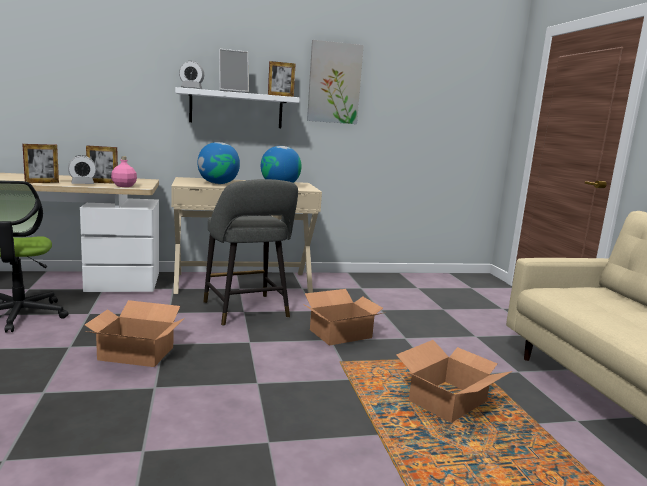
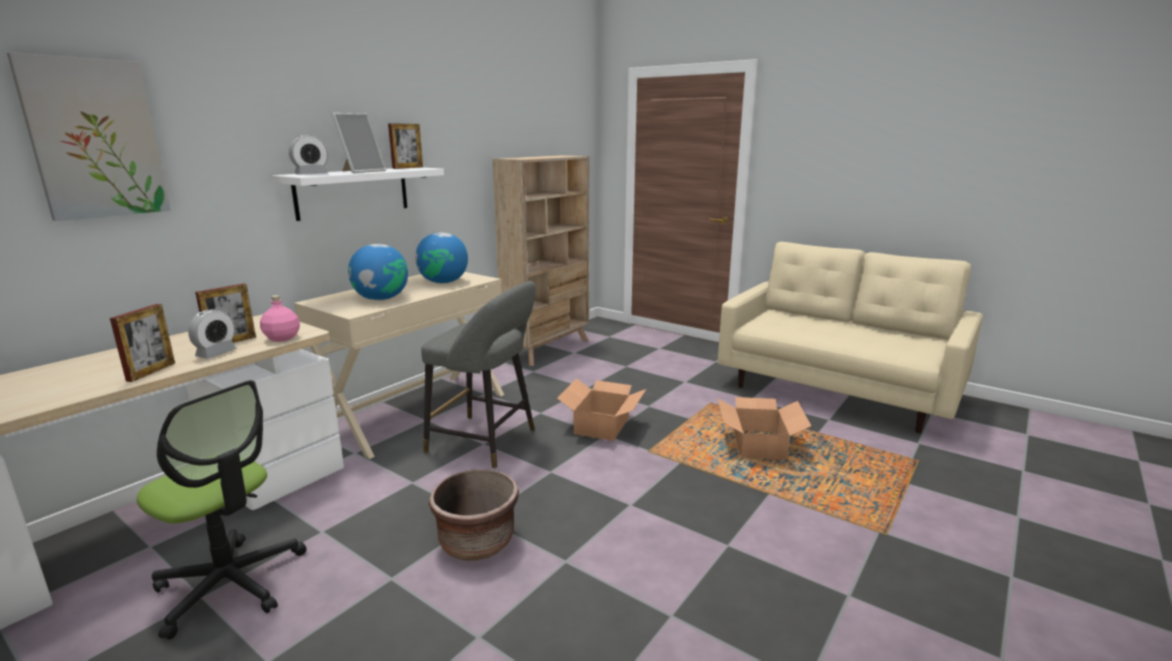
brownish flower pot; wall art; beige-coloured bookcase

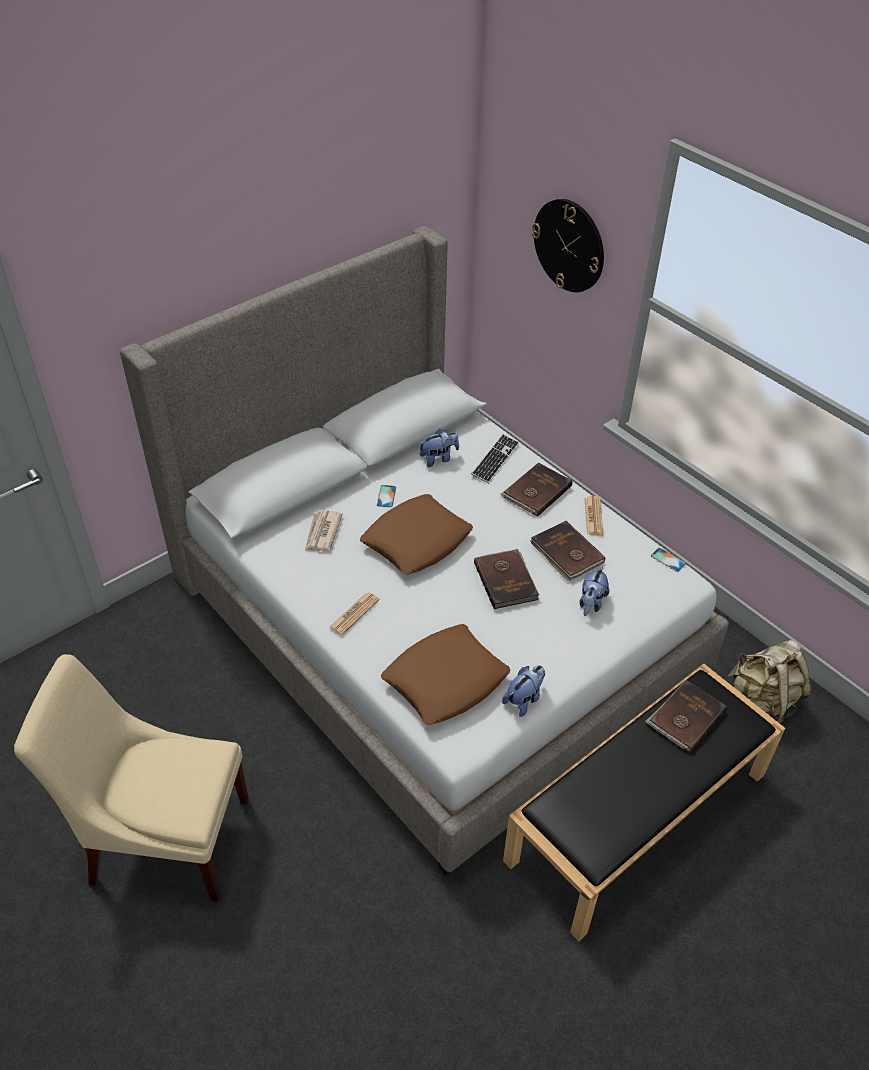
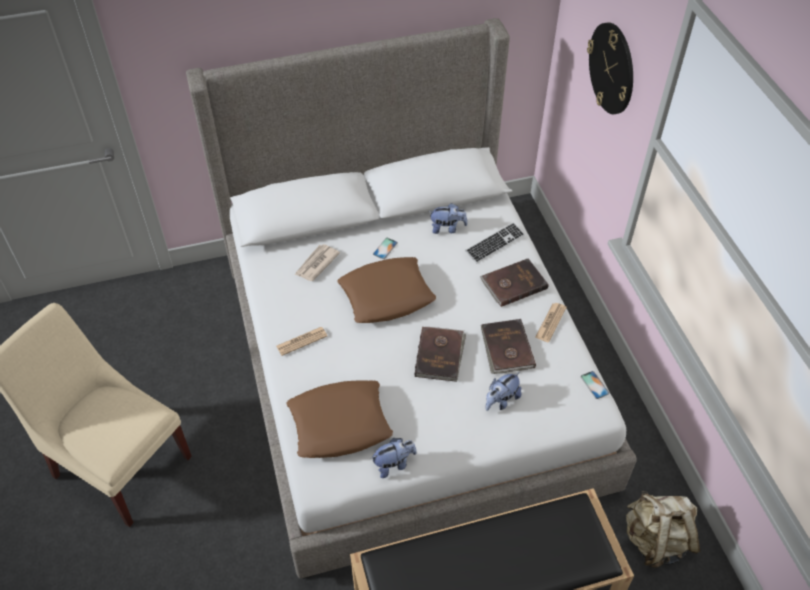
brownish volume (no. 4 from left in the first image)

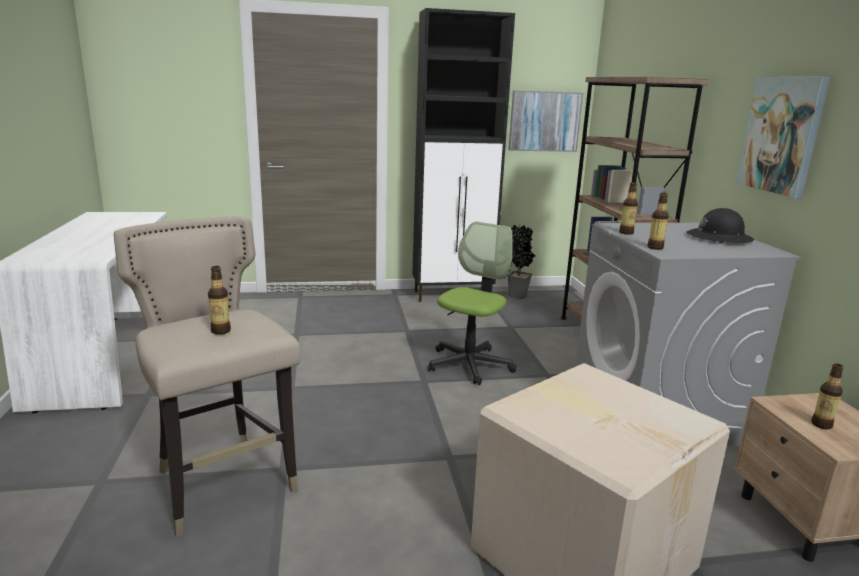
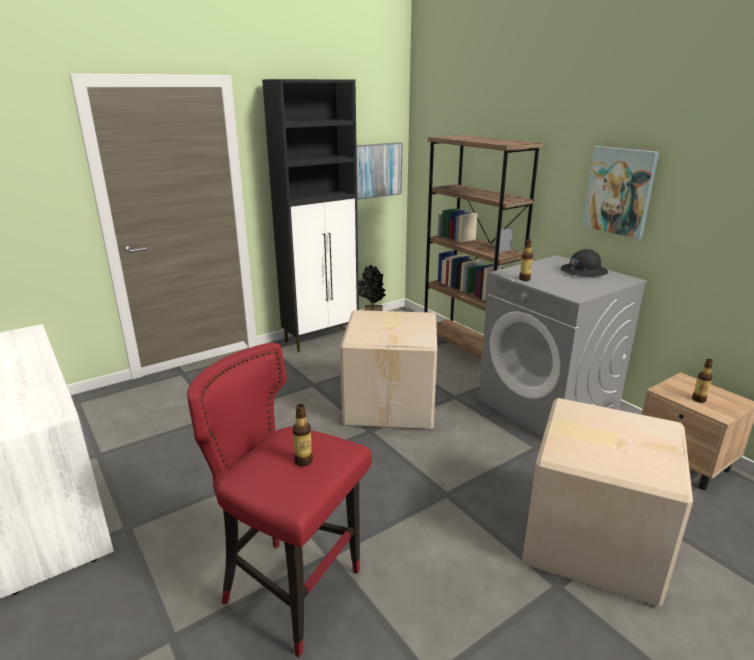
red-coloured stool seat; packing box (no. 1 from left); beverage bottle (no. 3 from left in the first image)

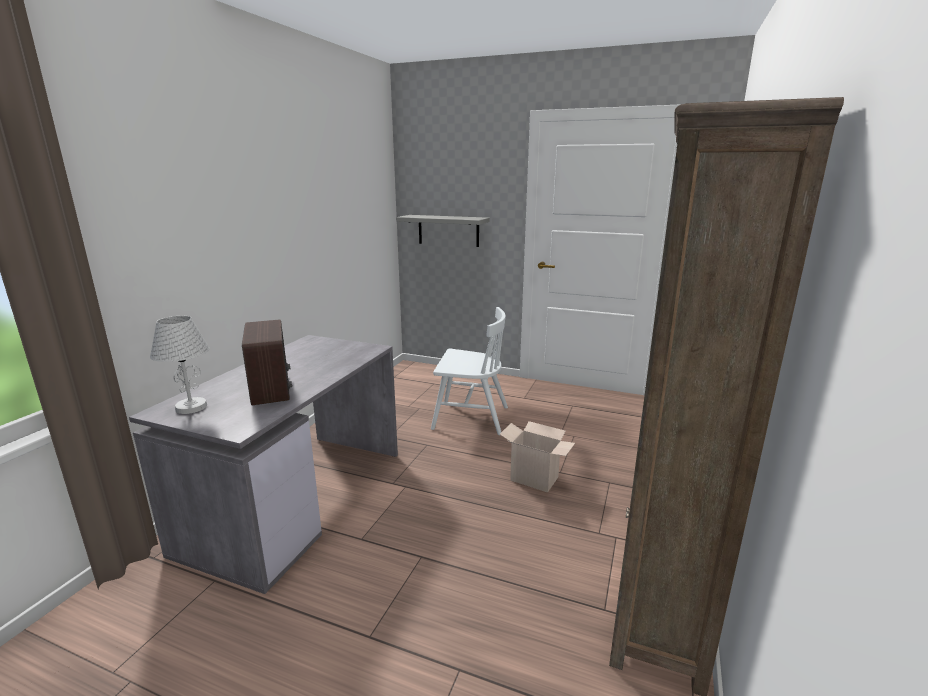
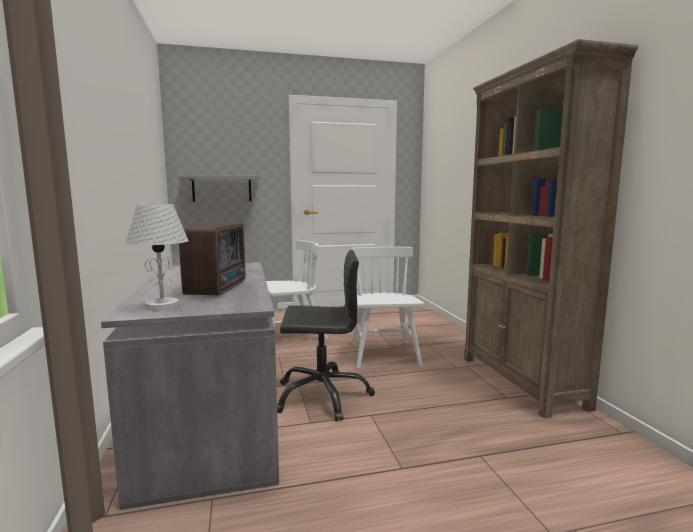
radio; white-coloured upright chair (no. 2 from left); black-coloured office chair

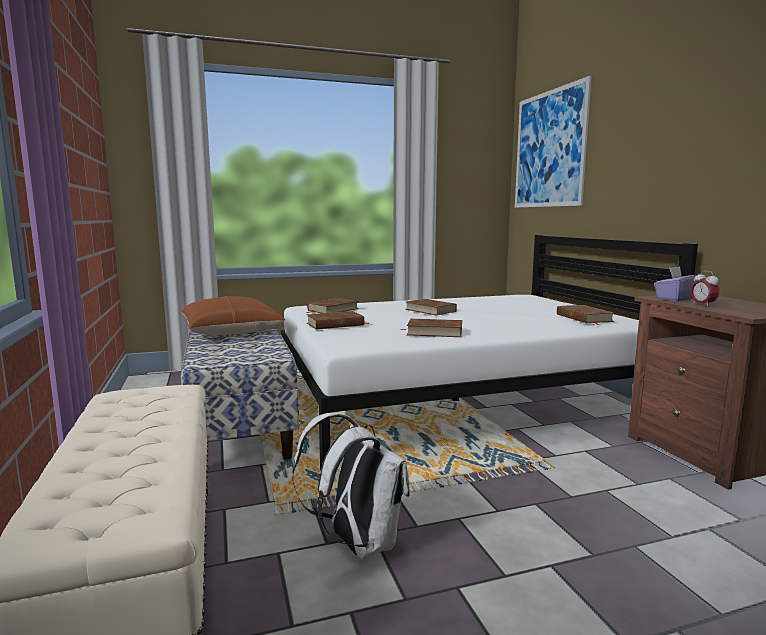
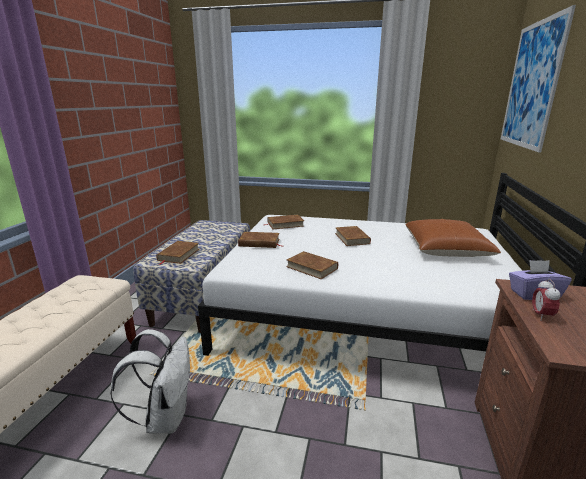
brownish throw pillow; brownish volume (no. 1 from left)

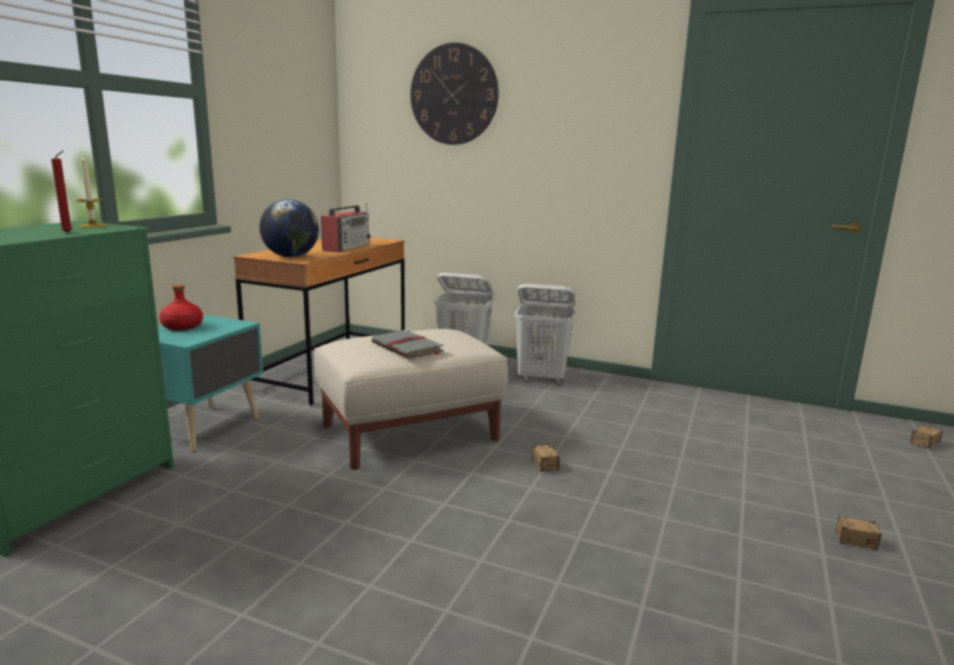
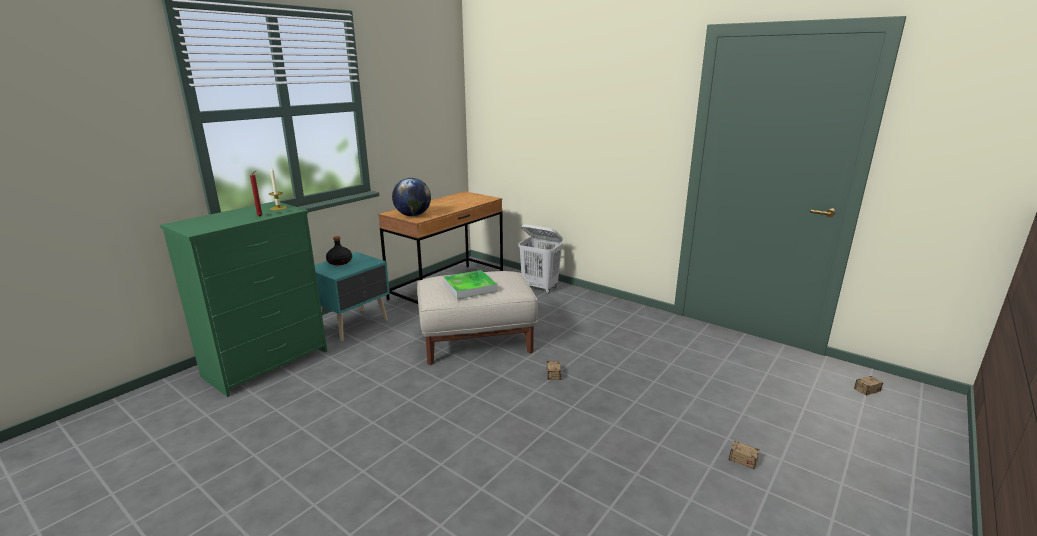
black-coloured beverage bottle; radio; tray; wall clock; white-coloured washing basket (no. 2 from left in the first image)

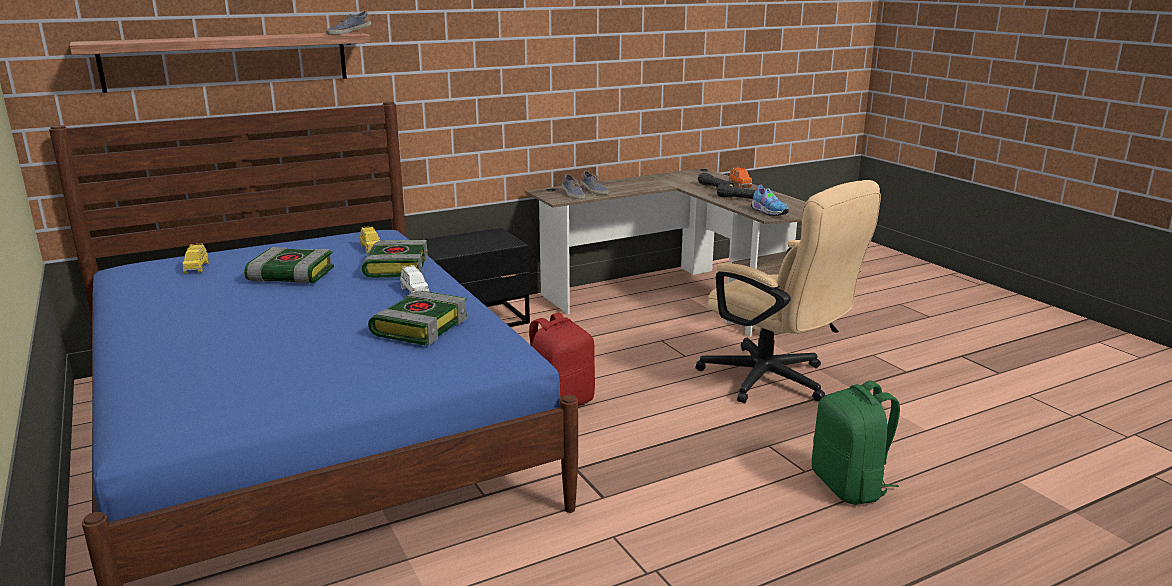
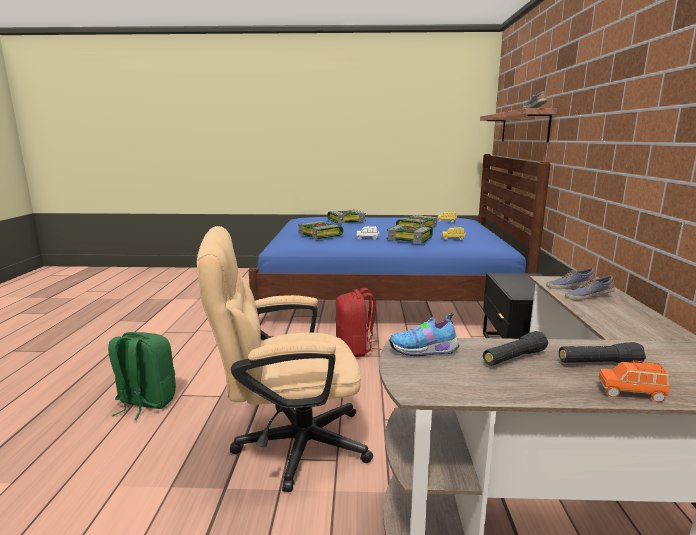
volume (no. 2 from left)

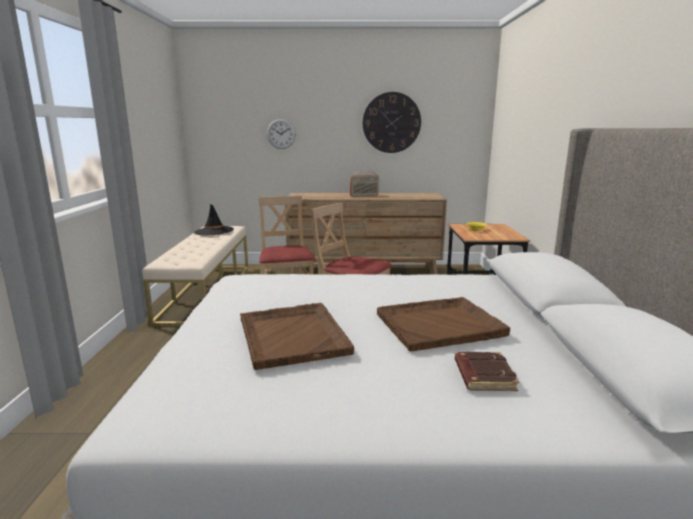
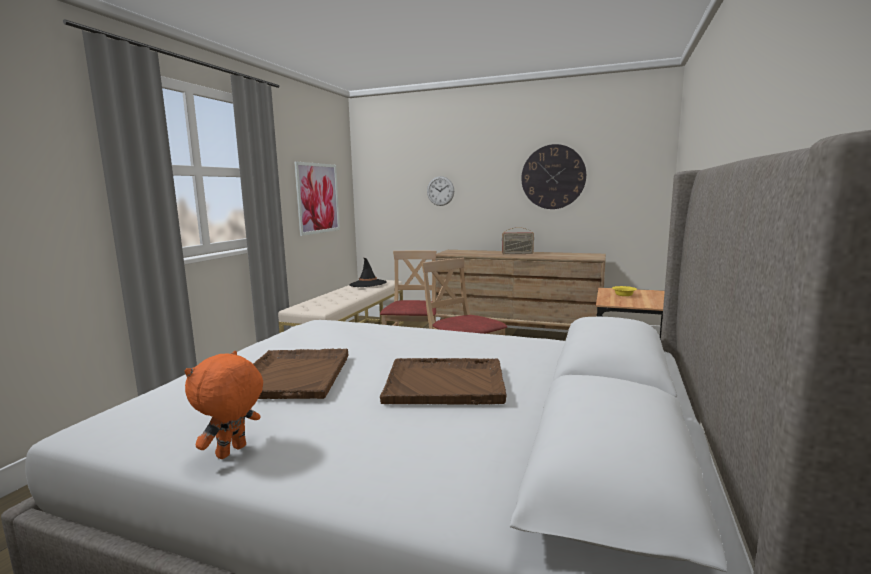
brownish volume; orange-coloured cuddly toy; wall art

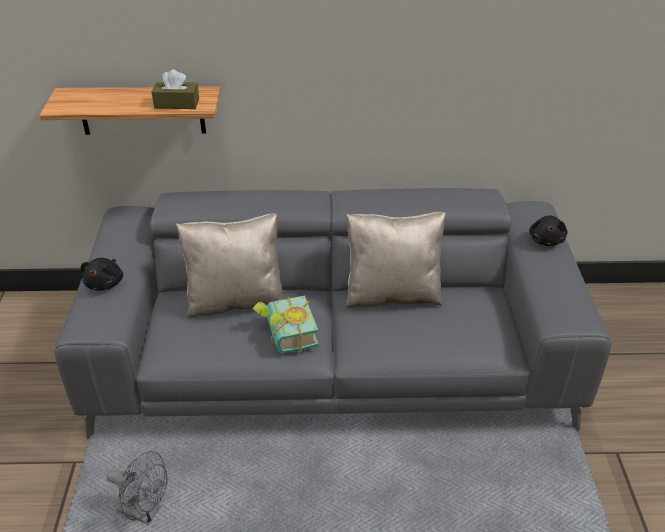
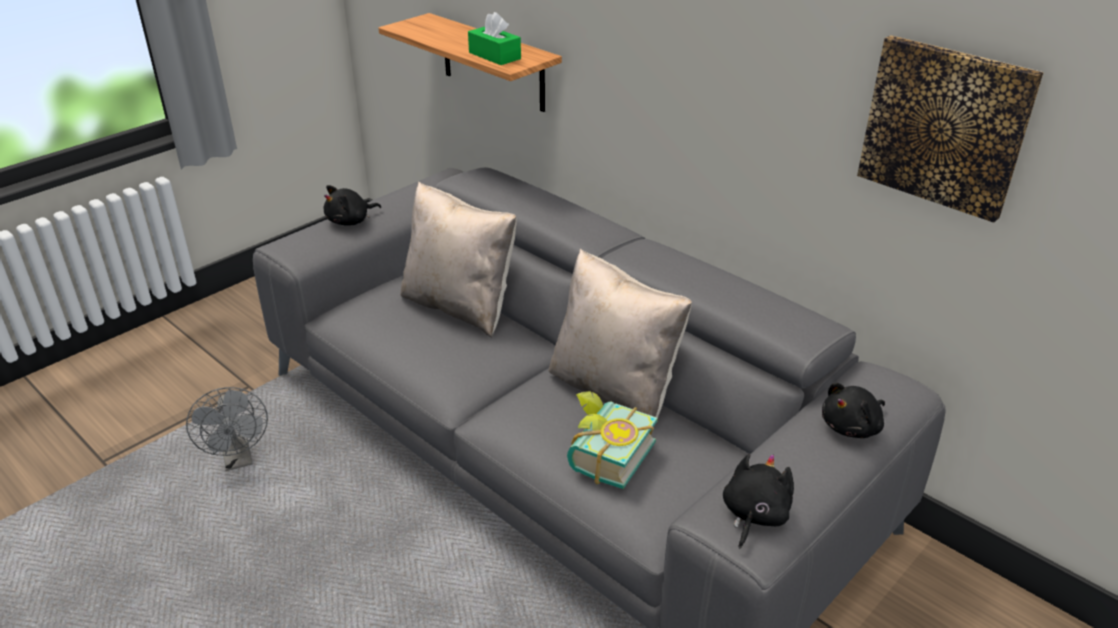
green-coloured tissue holder; volume; black-coloured cuddly toy (no. 2 from left); wall art

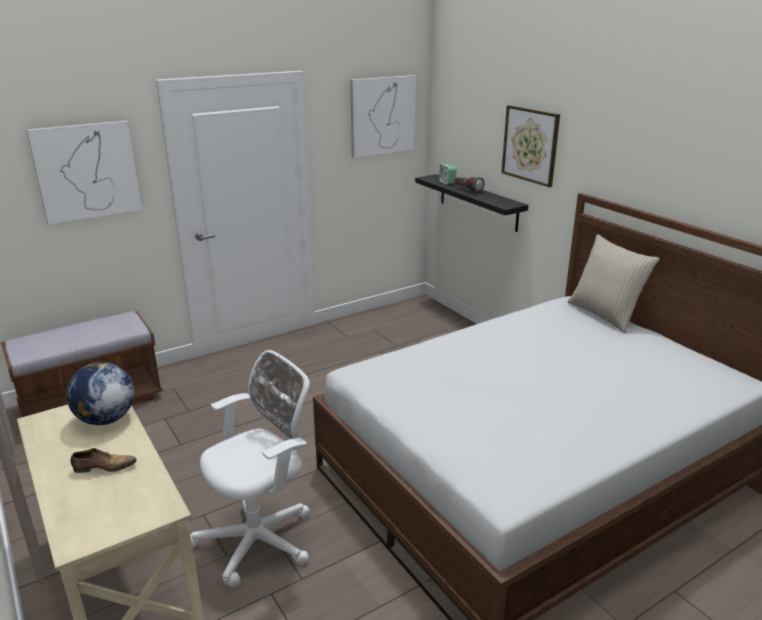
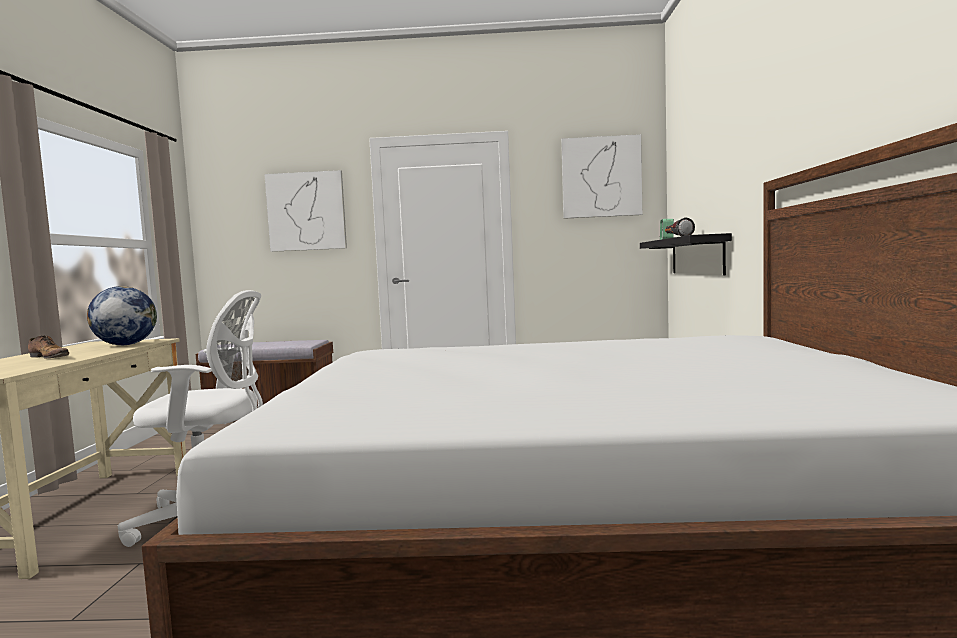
wall art (no. 3 from left in the first image); beige-coloured throw pillow

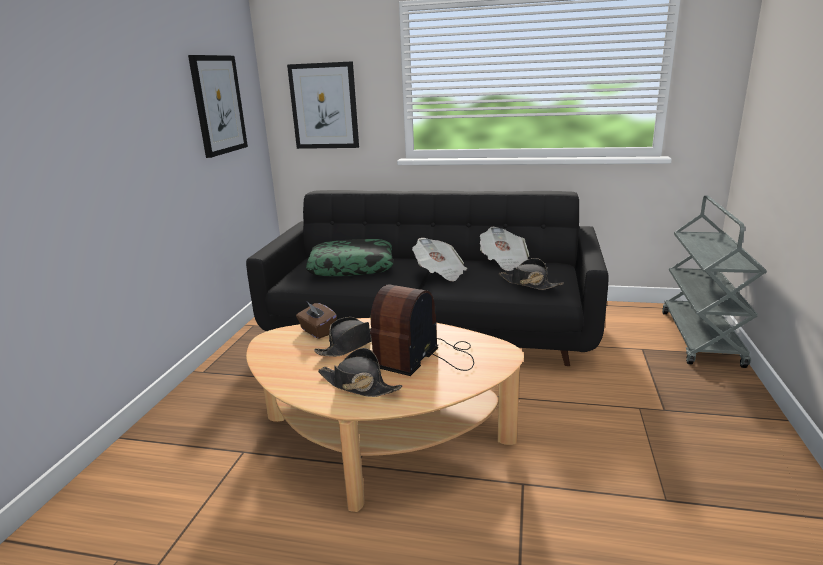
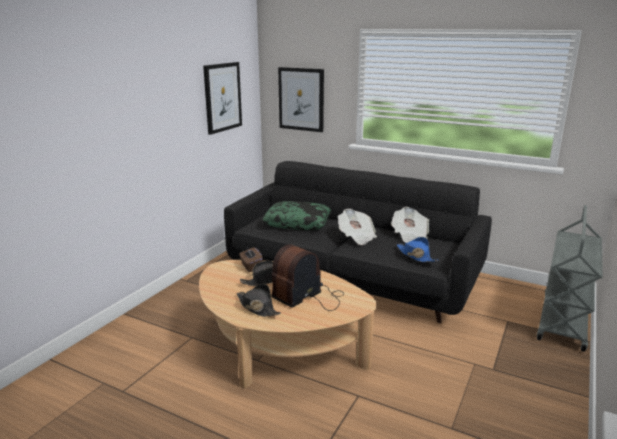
blue clothing hat

